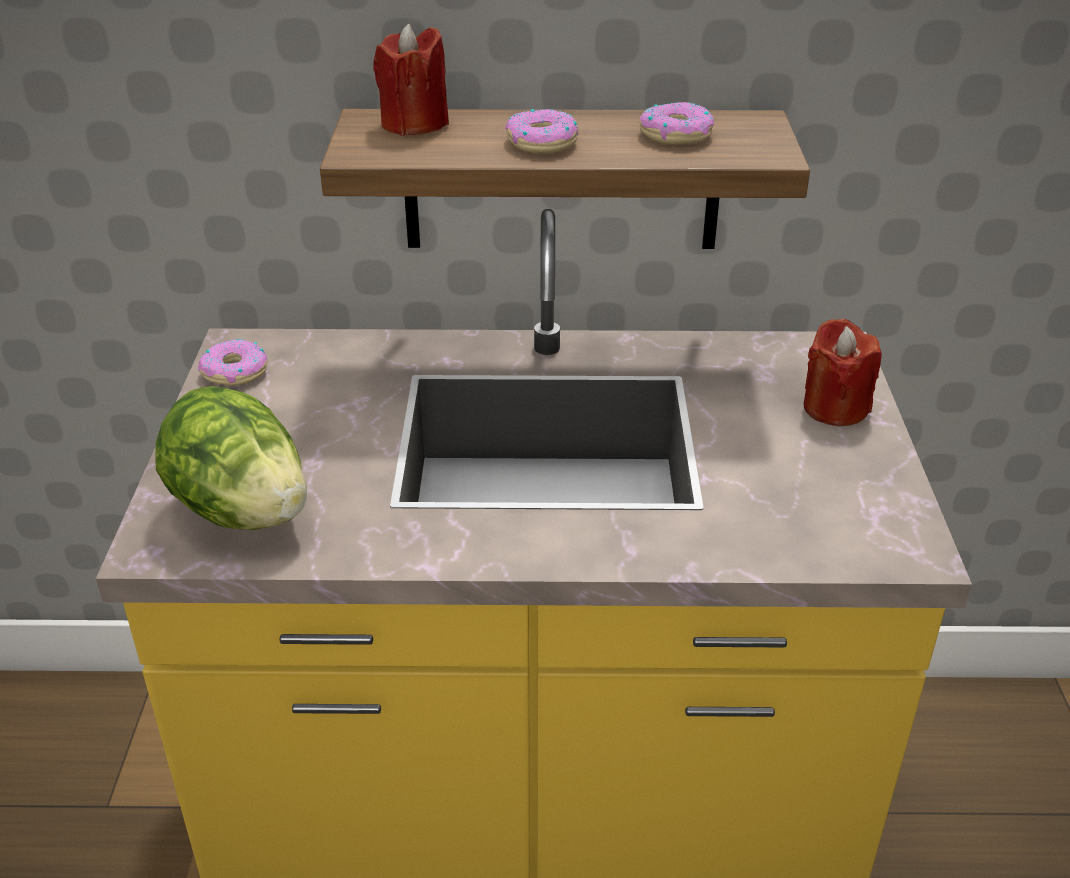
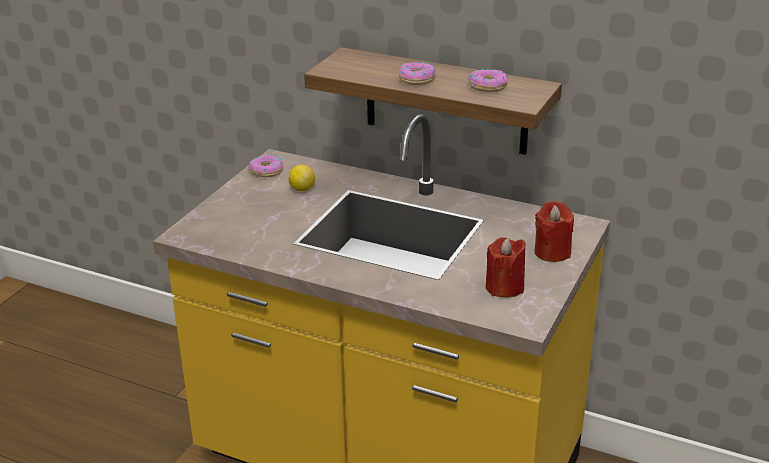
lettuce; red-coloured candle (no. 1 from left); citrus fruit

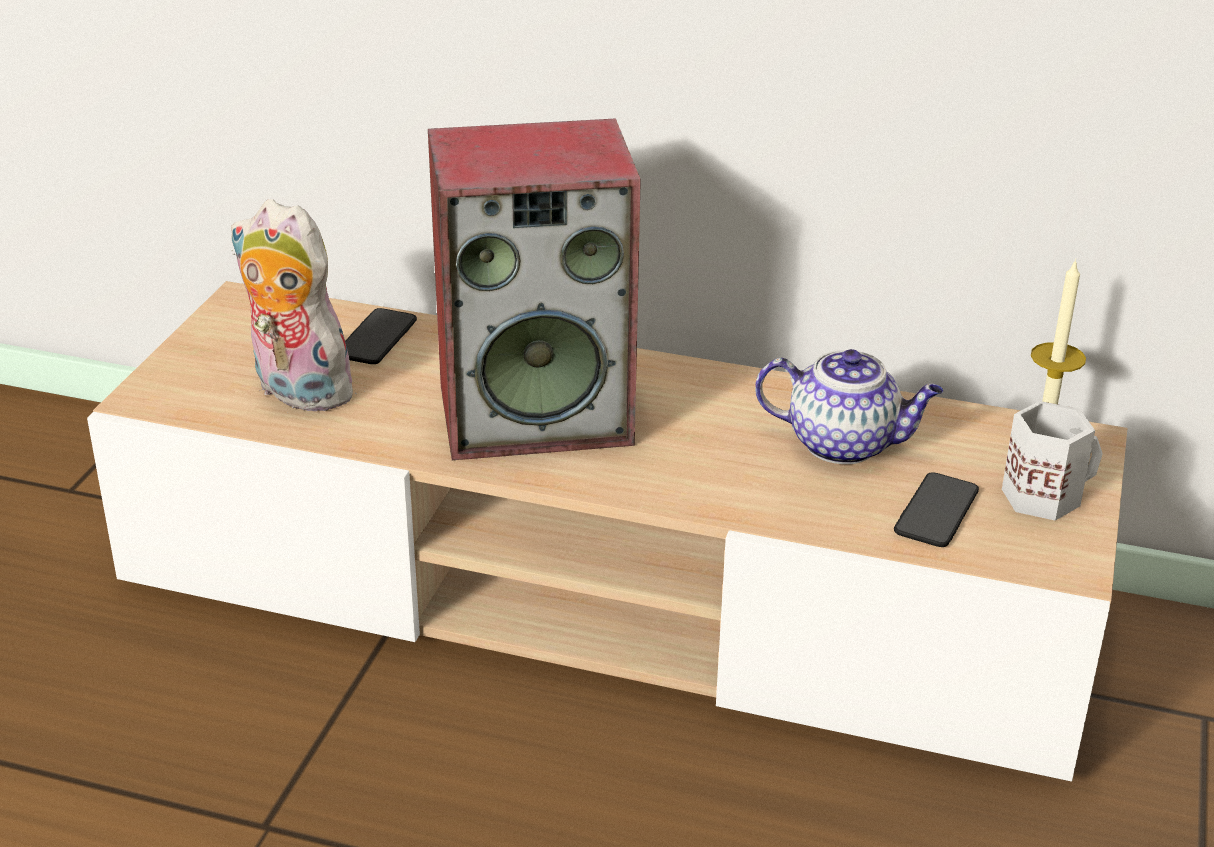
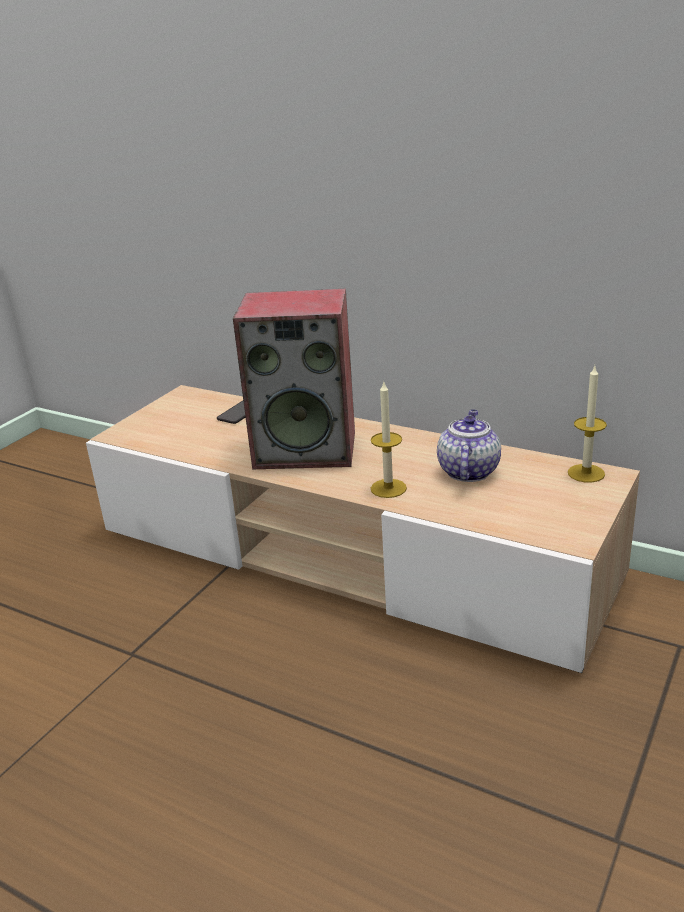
cuddly toy; teapot; handset (no. 2 from left in the first image); white-coloured tea mug; candle (no. 1 from left)

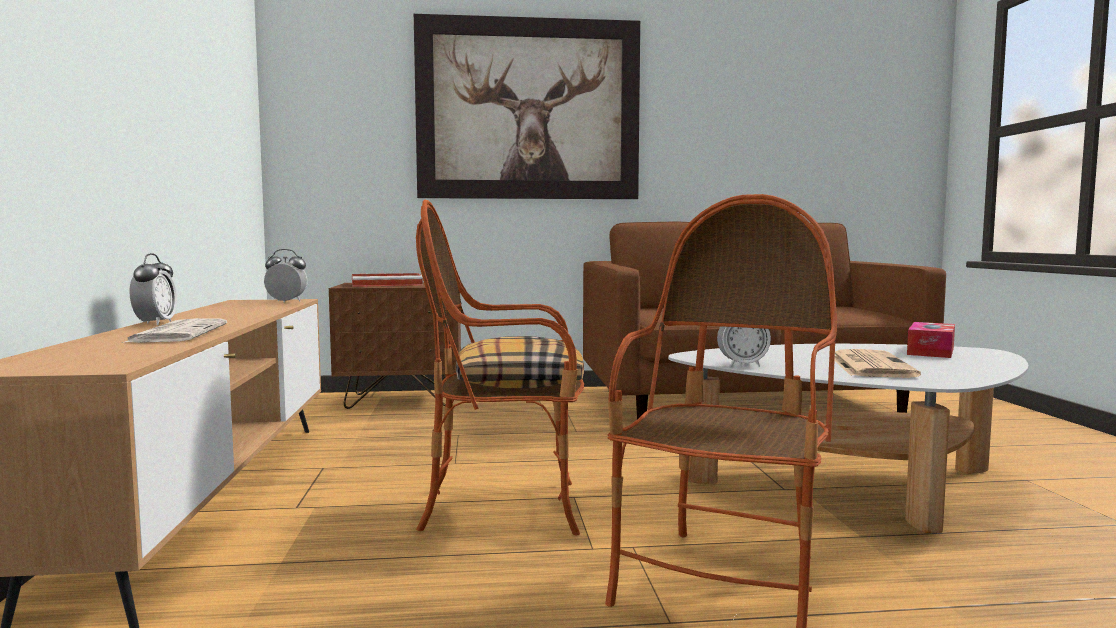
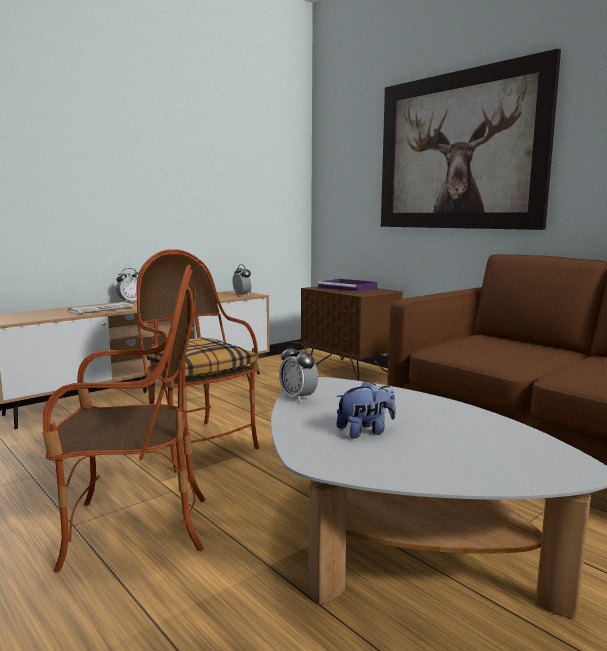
purplish tray; cuddly toy; tissue holder

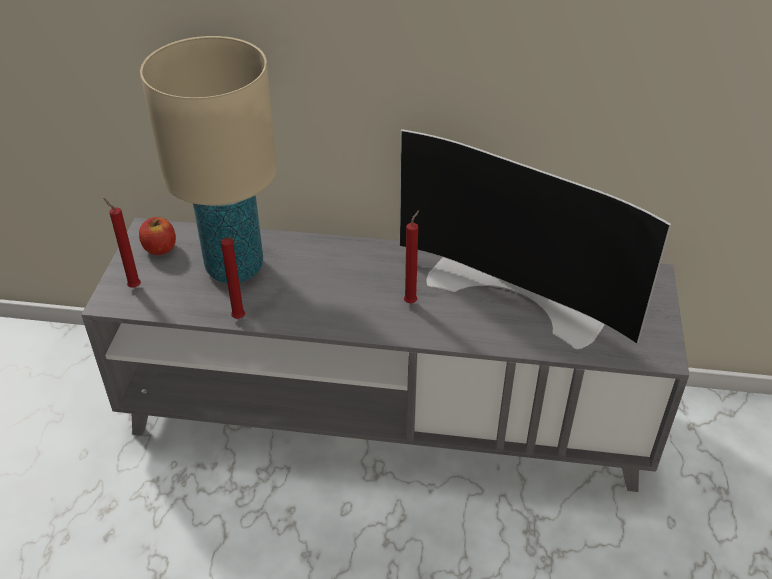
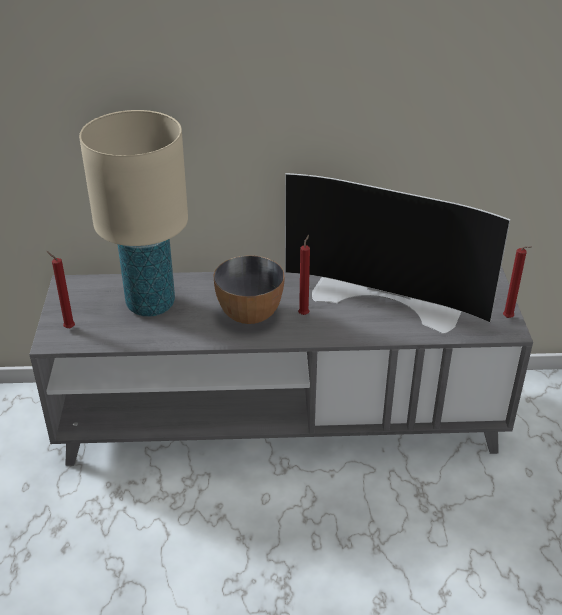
apple; red-coloured candle (no. 3 from left); bowl

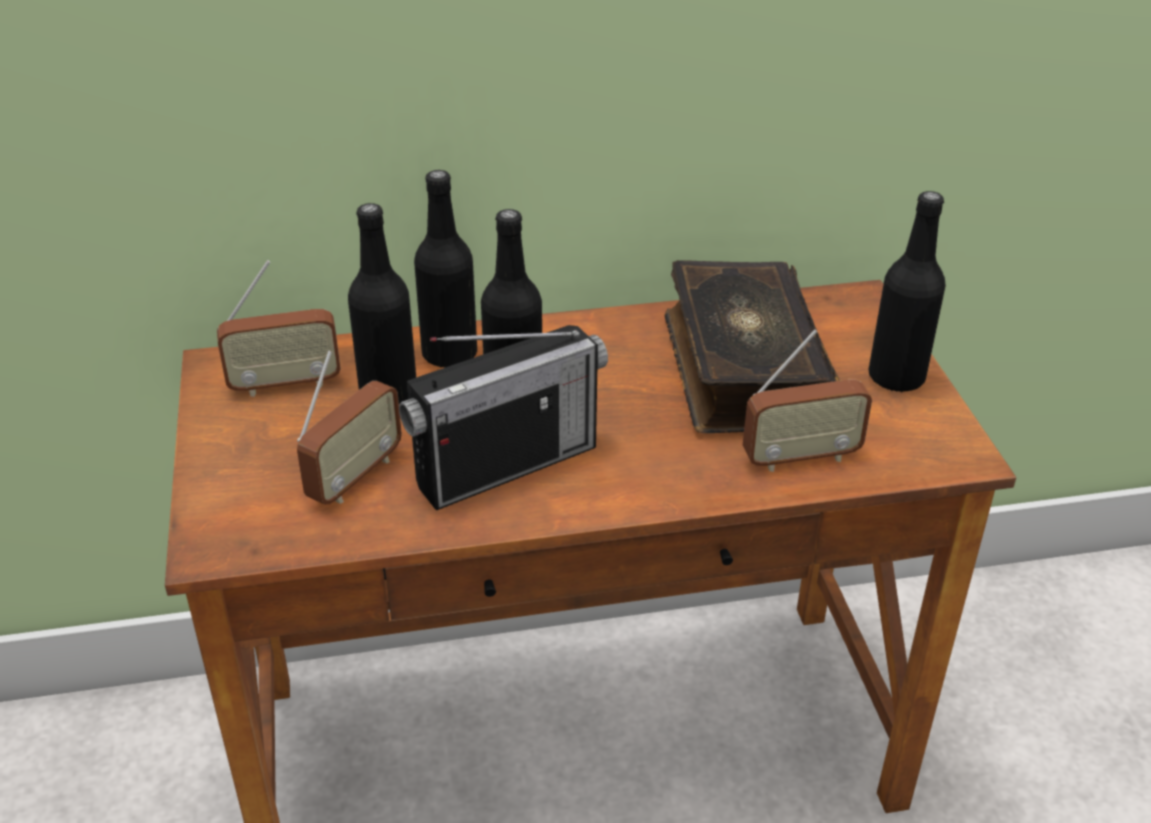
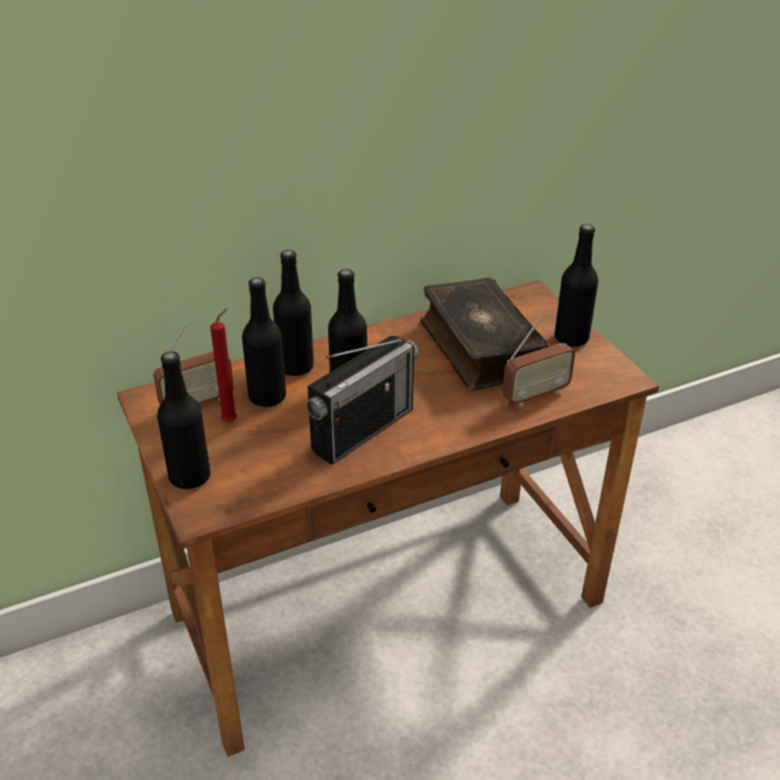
radio (no. 2 from left in the first image); black-coloured beverage bottle (no. 1 from left); red-coloured candle

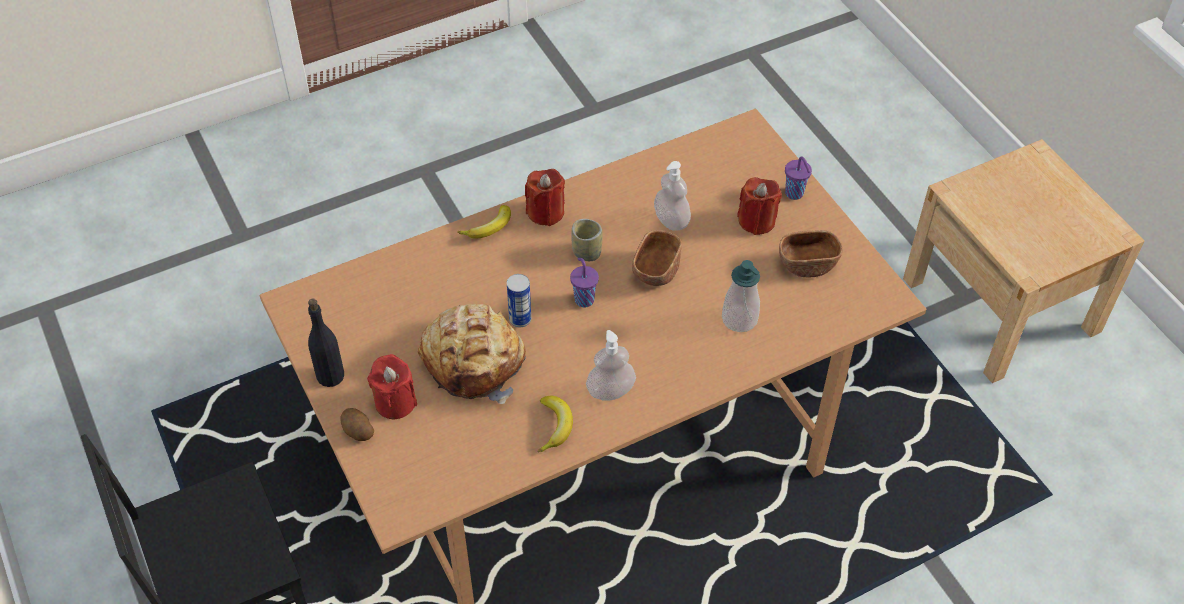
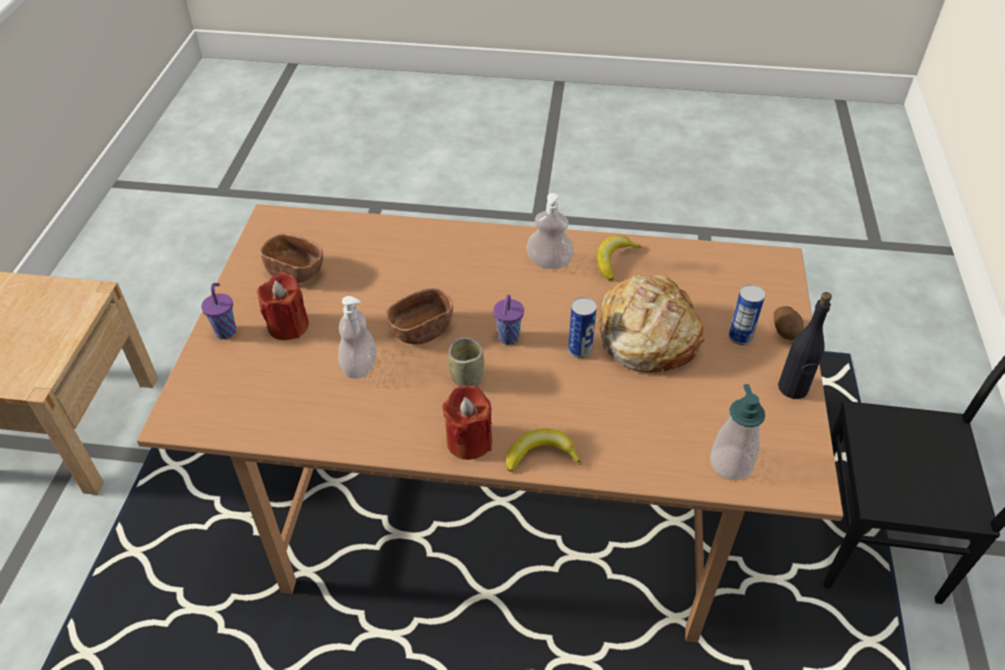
metal can (no. 2 from left); liquid soap bottle (no. 3 from left)

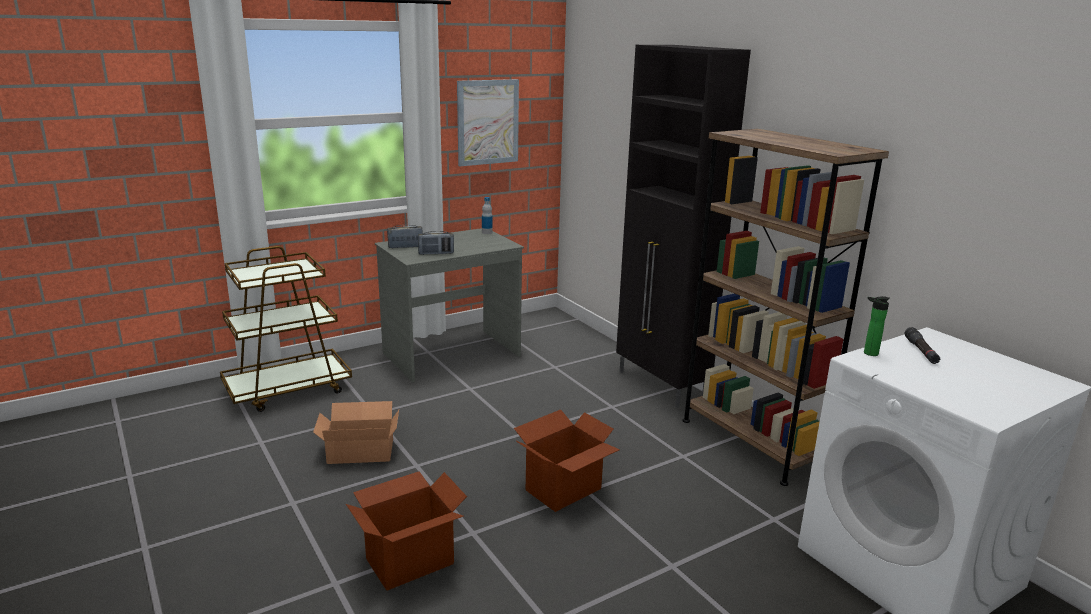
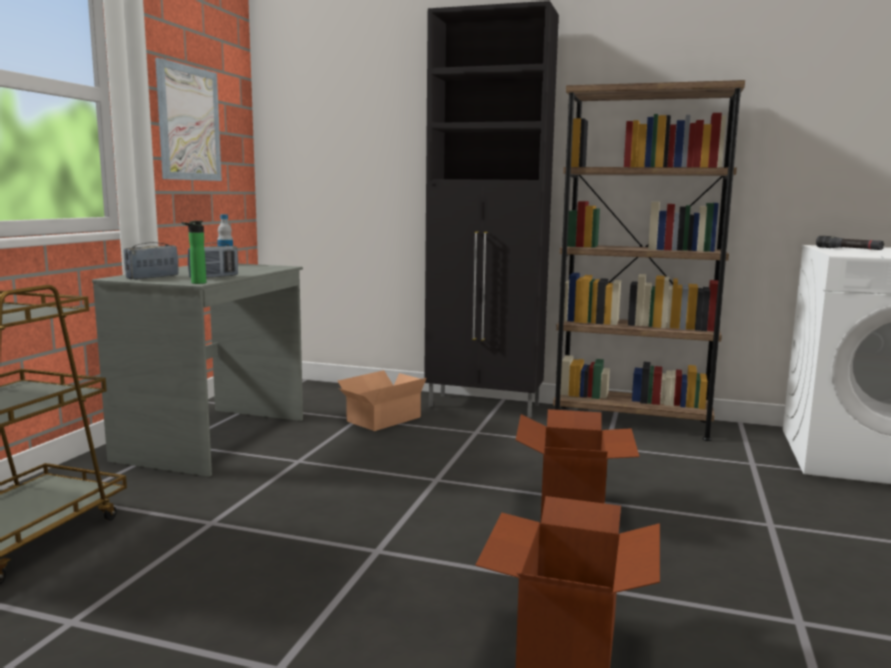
packing box (no. 1 from left); beverage bottle (no. 1 from left)

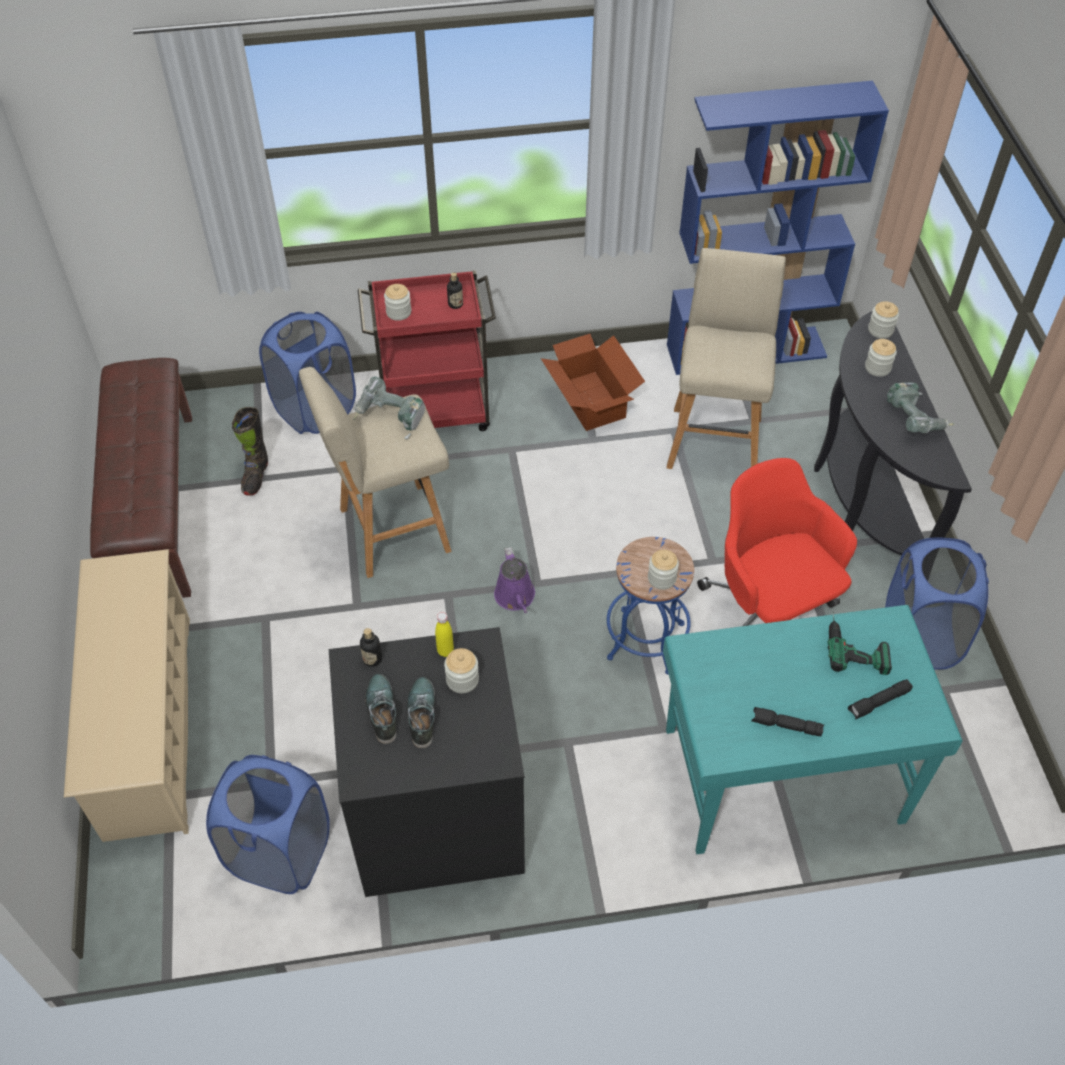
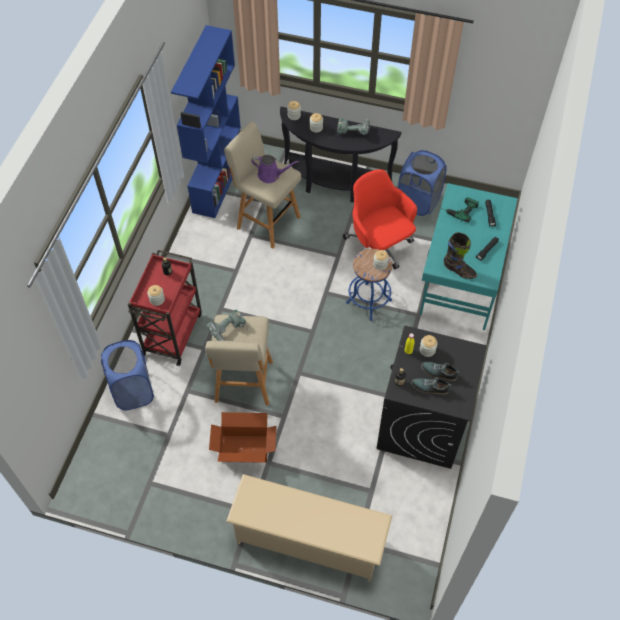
brownish indoor bench; blue washing basket (no. 1 from left in the first image); black-coloured boot; purplish watering pot; packing box; red-coloured office chair

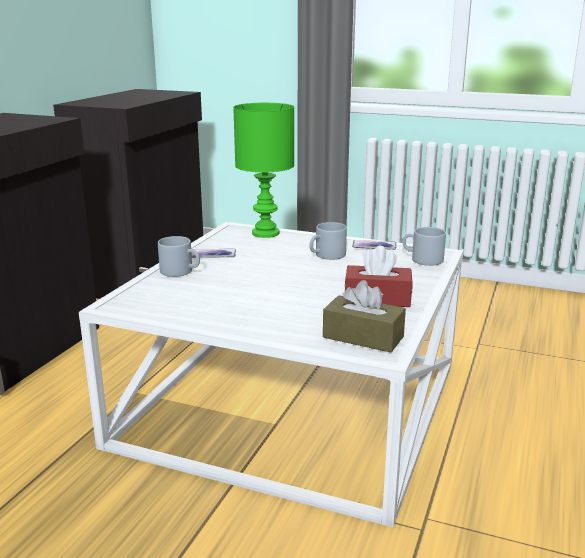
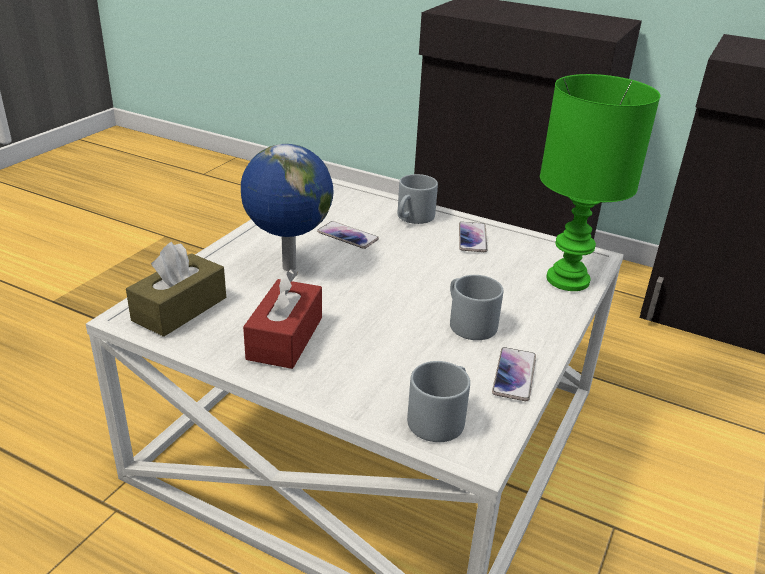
globe; handset (no. 1 from left)

